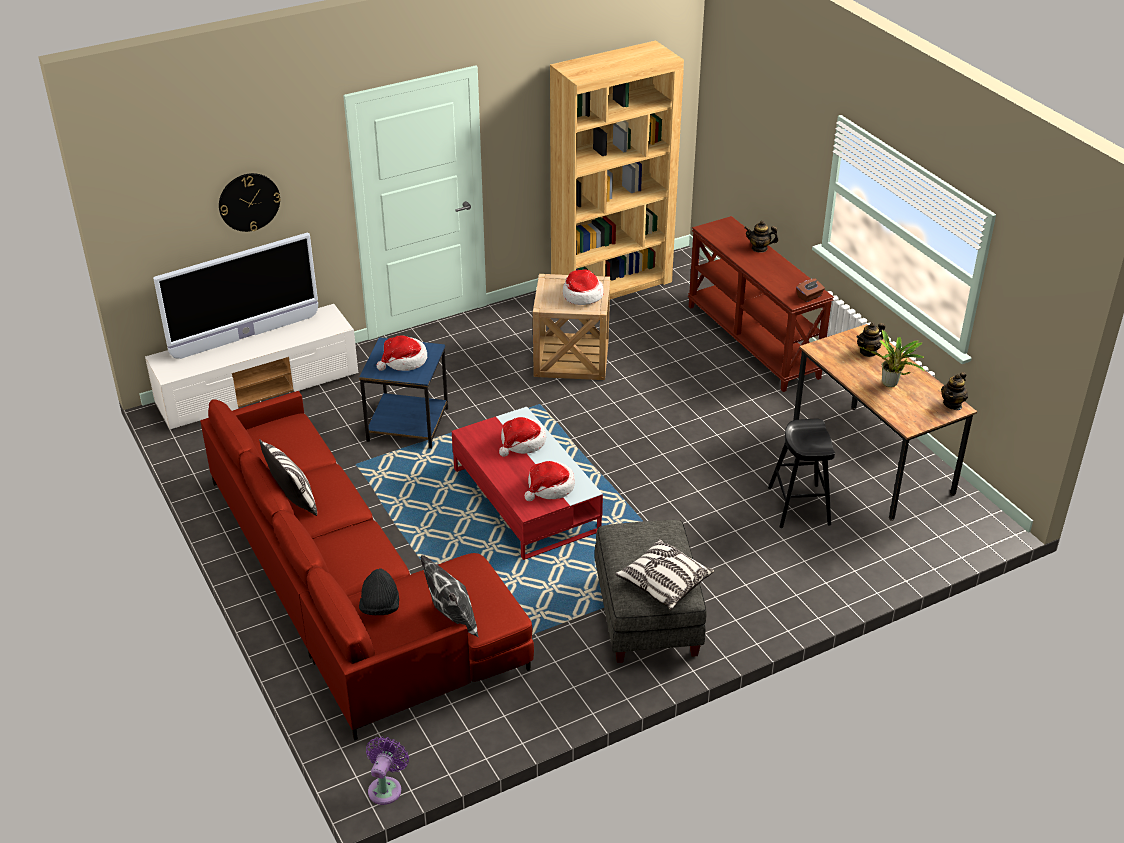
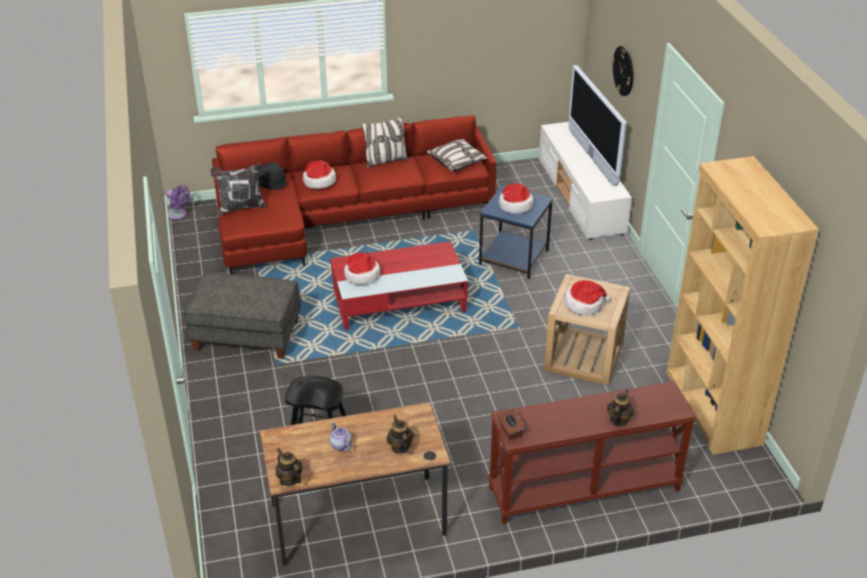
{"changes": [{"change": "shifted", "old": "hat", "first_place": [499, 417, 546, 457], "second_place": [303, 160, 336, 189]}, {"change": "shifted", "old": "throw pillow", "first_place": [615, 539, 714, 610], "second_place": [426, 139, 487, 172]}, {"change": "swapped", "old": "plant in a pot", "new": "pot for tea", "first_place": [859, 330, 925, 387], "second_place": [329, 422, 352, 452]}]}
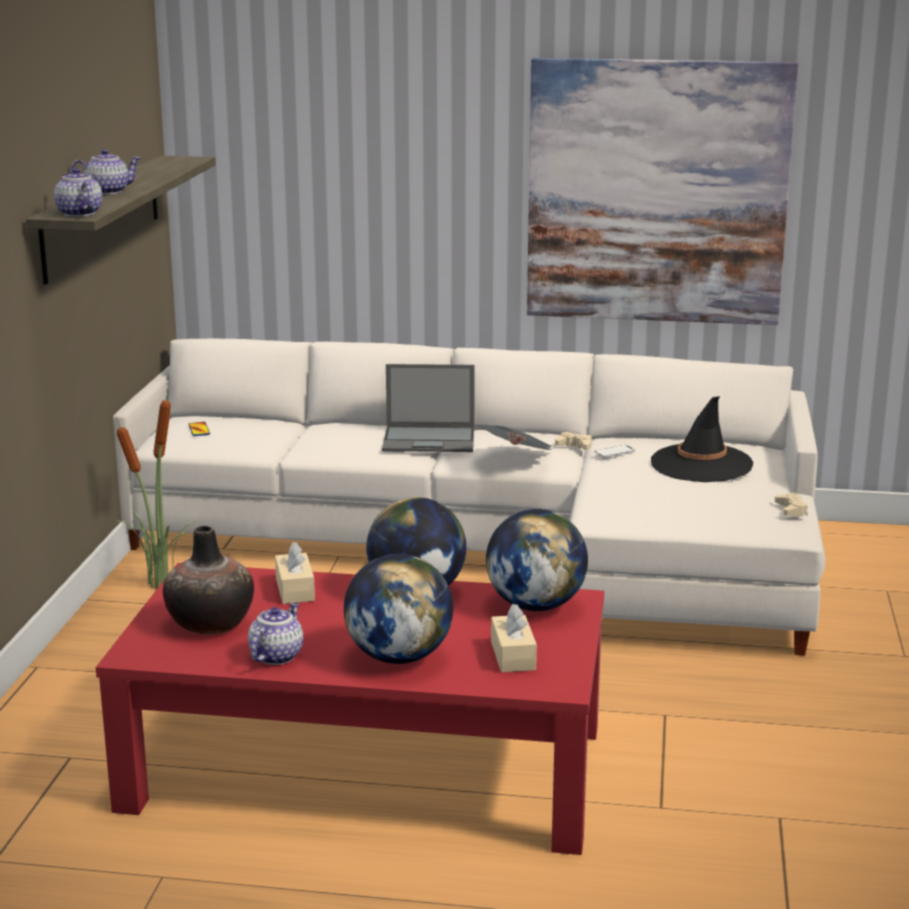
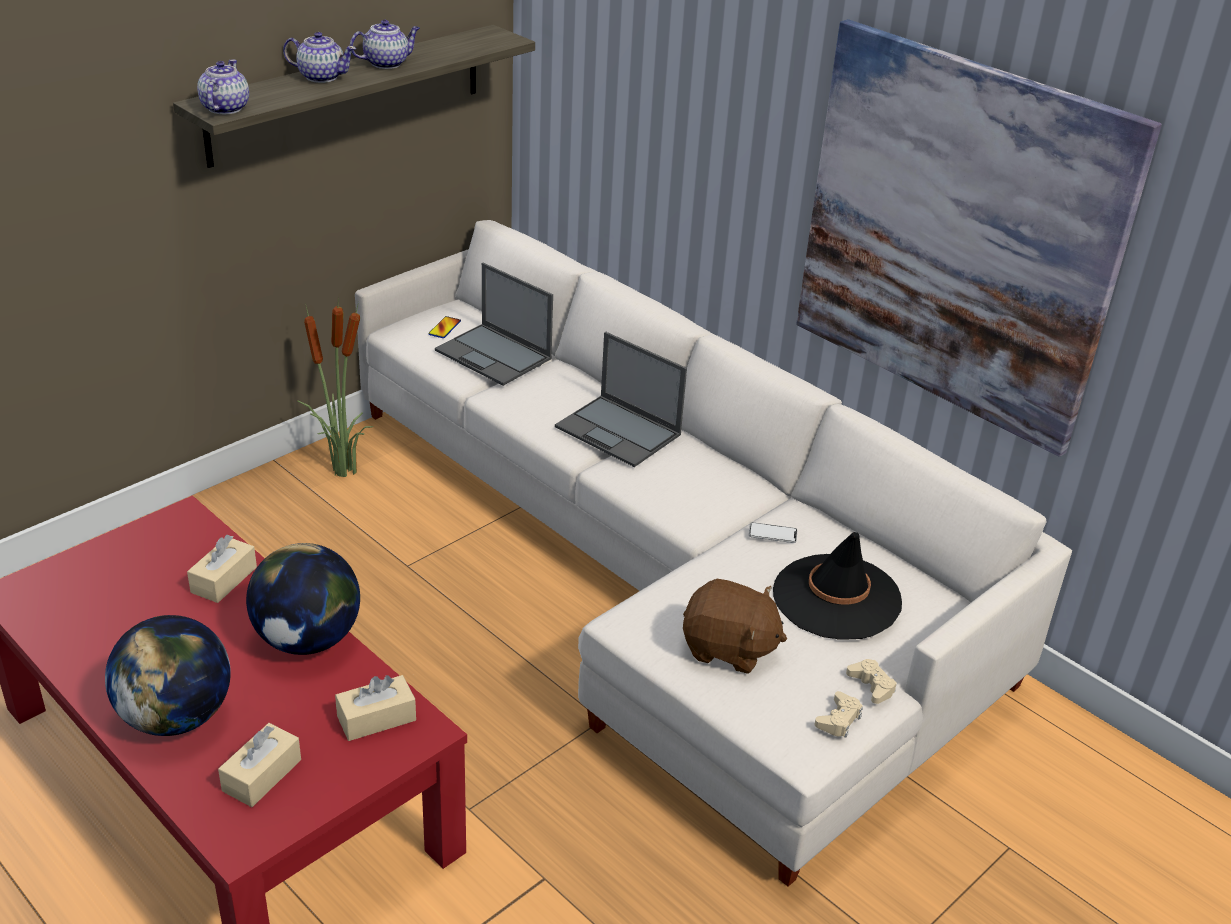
{"changes": [{"change": "gone", "old": "decorative vase", "first_place": [163, 526, 254, 635]}, {"change": "shifted", "old": "pot for tea", "first_place": [248, 602, 303, 665], "second_place": [350, 20, 420, 69]}, {"change": "gone", "old": "daily paper", "first_place": [475, 425, 553, 450]}, {"change": "swapped", "old": "globe", "new": "box of tissues (sand-coloured)", "first_place": [486, 509, 588, 611], "second_place": [335, 675, 416, 741]}, {"change": "shifted", "old": "joypad (sand-coloured)", "first_place": [555, 432, 592, 450], "second_place": [846, 659, 897, 704]}, {"change": "new", "new": "portable computer", "second_place": [435, 263, 553, 386]}, {"change": "new", "new": "plush toy (brown-coloured)", "second_place": [683, 579, 787, 674]}]}
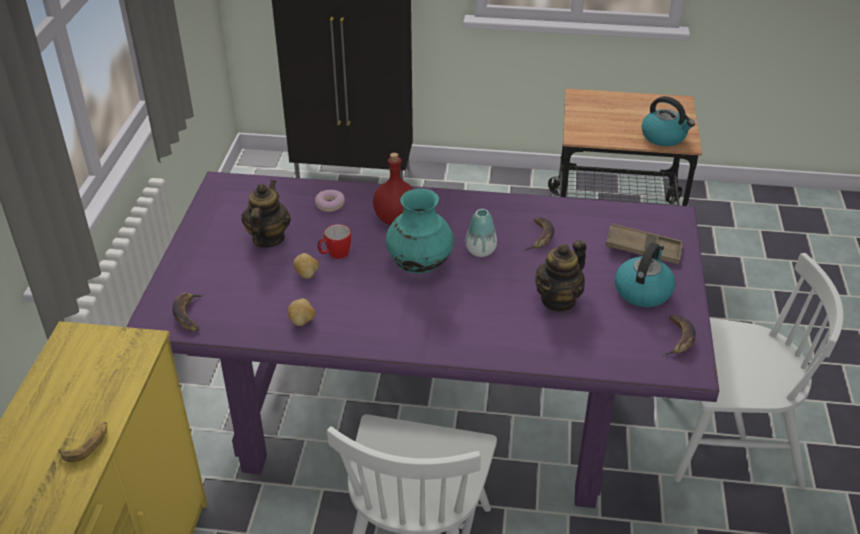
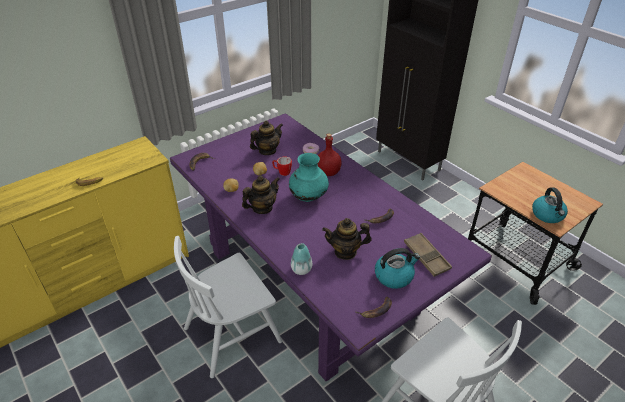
{"changes": [{"change": "shifted", "old": "decorative vase", "first_place": [466, 209, 497, 257], "second_place": [291, 243, 312, 275]}, {"change": "new", "new": "pot for tea", "second_place": [242, 175, 280, 214]}]}
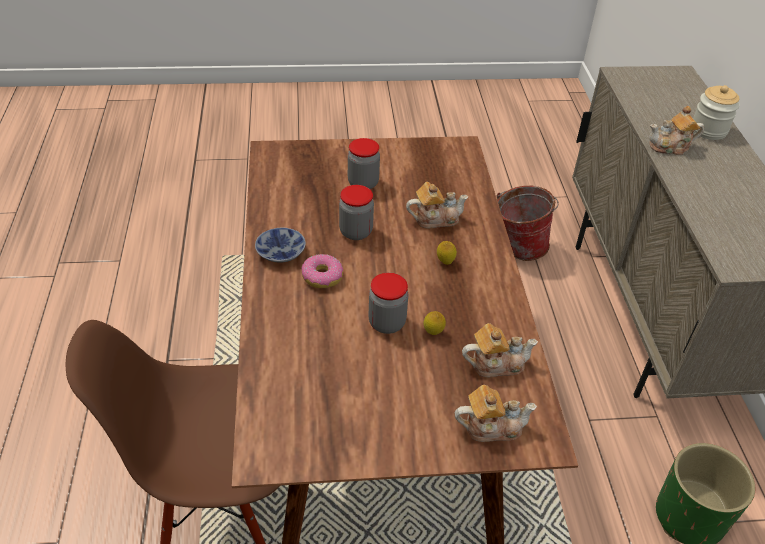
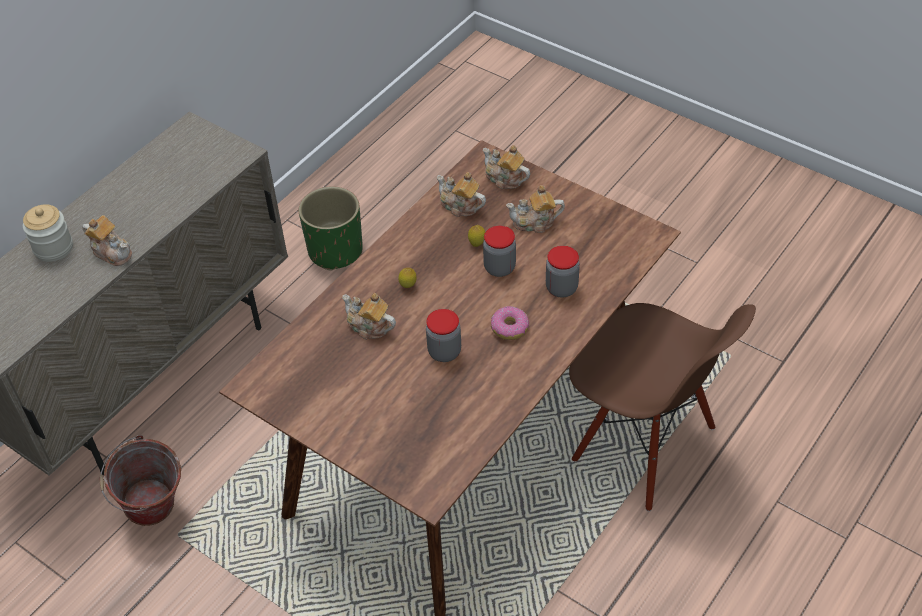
{"changes": [{"change": "gone", "old": "deep dish", "first_place": [255, 228, 306, 263]}, {"change": "shifted", "old": "preserve jar", "first_place": [348, 138, 380, 189], "second_place": [546, 246, 580, 298]}, {"change": "new", "new": "pot for tea", "second_place": [506, 185, 565, 233]}]}
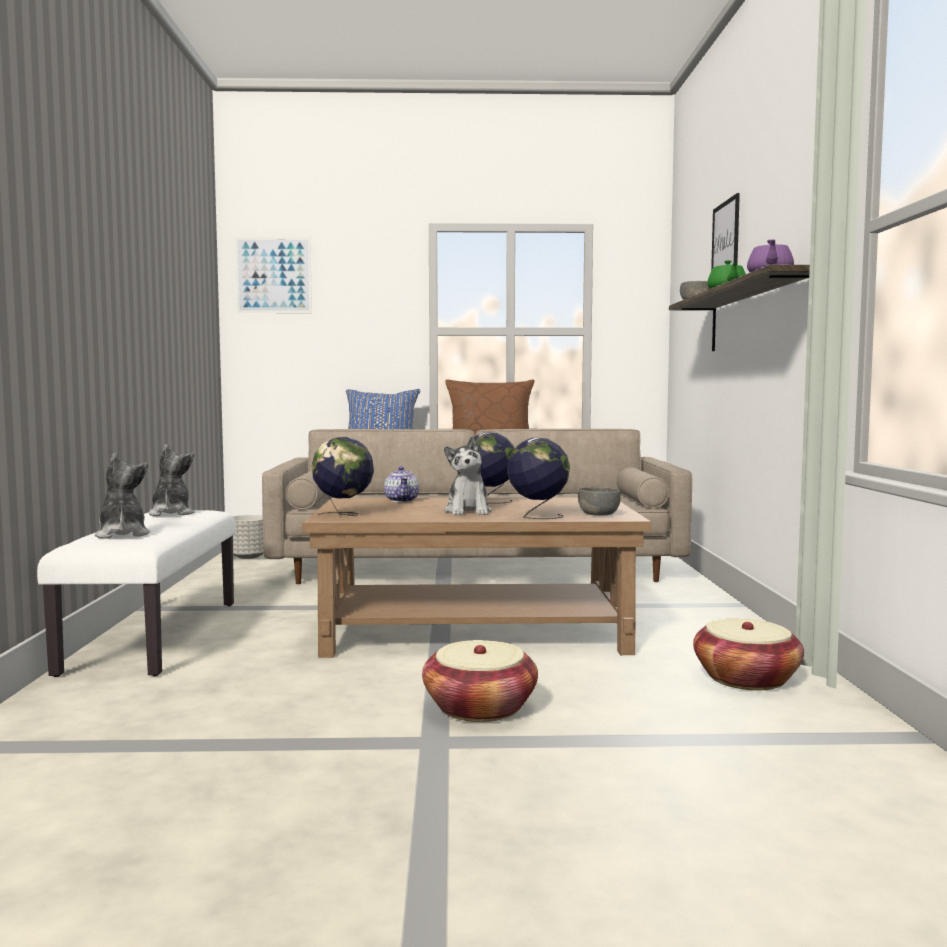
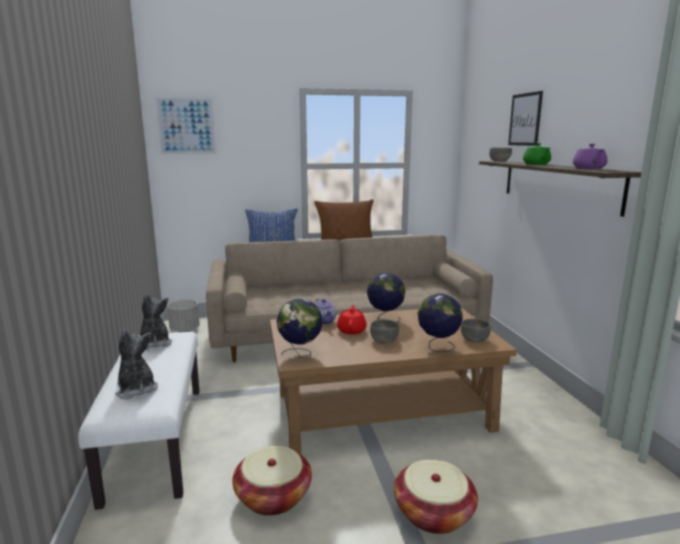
{"changes": [{"change": "swapped", "old": "plush toy", "new": "deep dish (grey)", "first_place": [444, 436, 492, 515], "second_place": [370, 319, 399, 343]}, {"change": "shifted", "old": "basket", "first_place": [693, 618, 804, 690], "second_place": [232, 446, 312, 516]}, {"change": "new", "new": "pot for tea (red)", "second_place": [337, 305, 367, 334]}]}
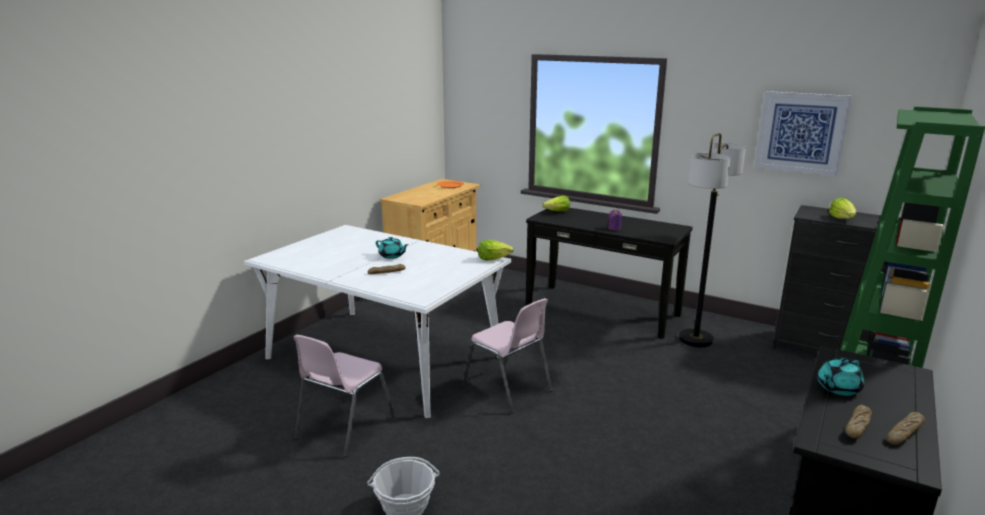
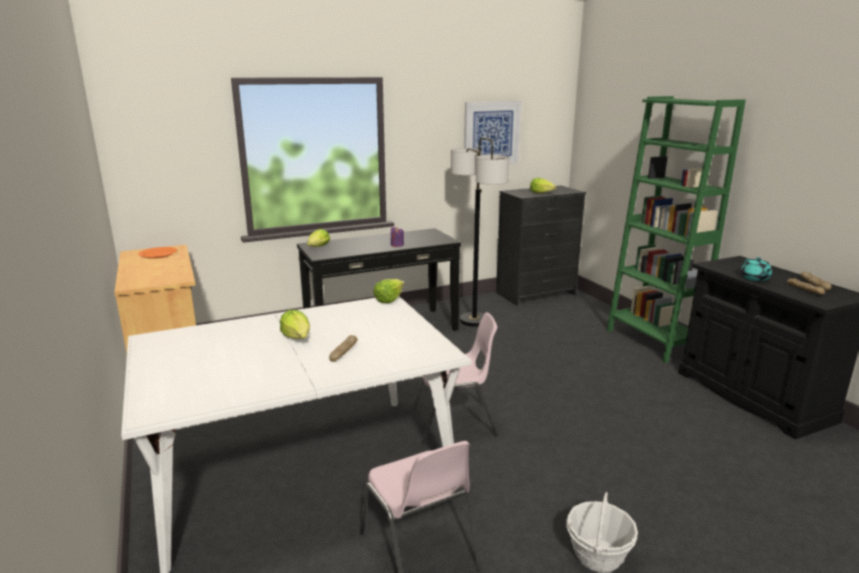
{"changes": [{"change": "swapped", "old": "pot for tea (turquoise-coloured)", "new": "lettuce head", "first_place": [376, 237, 408, 259], "second_place": [280, 310, 310, 339]}]}
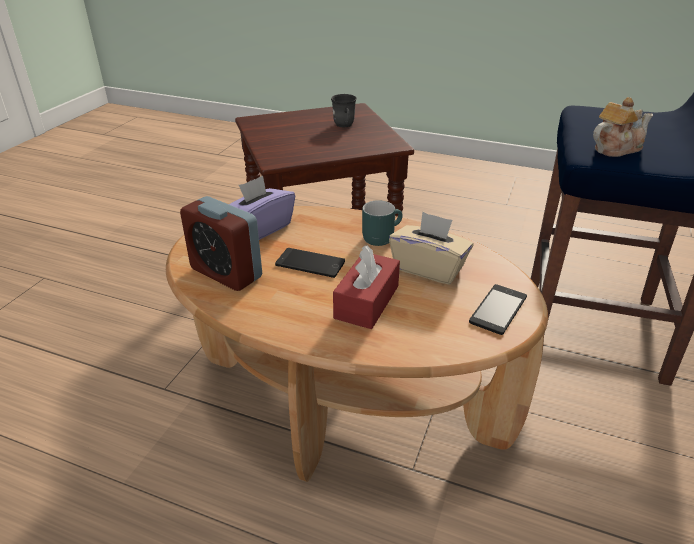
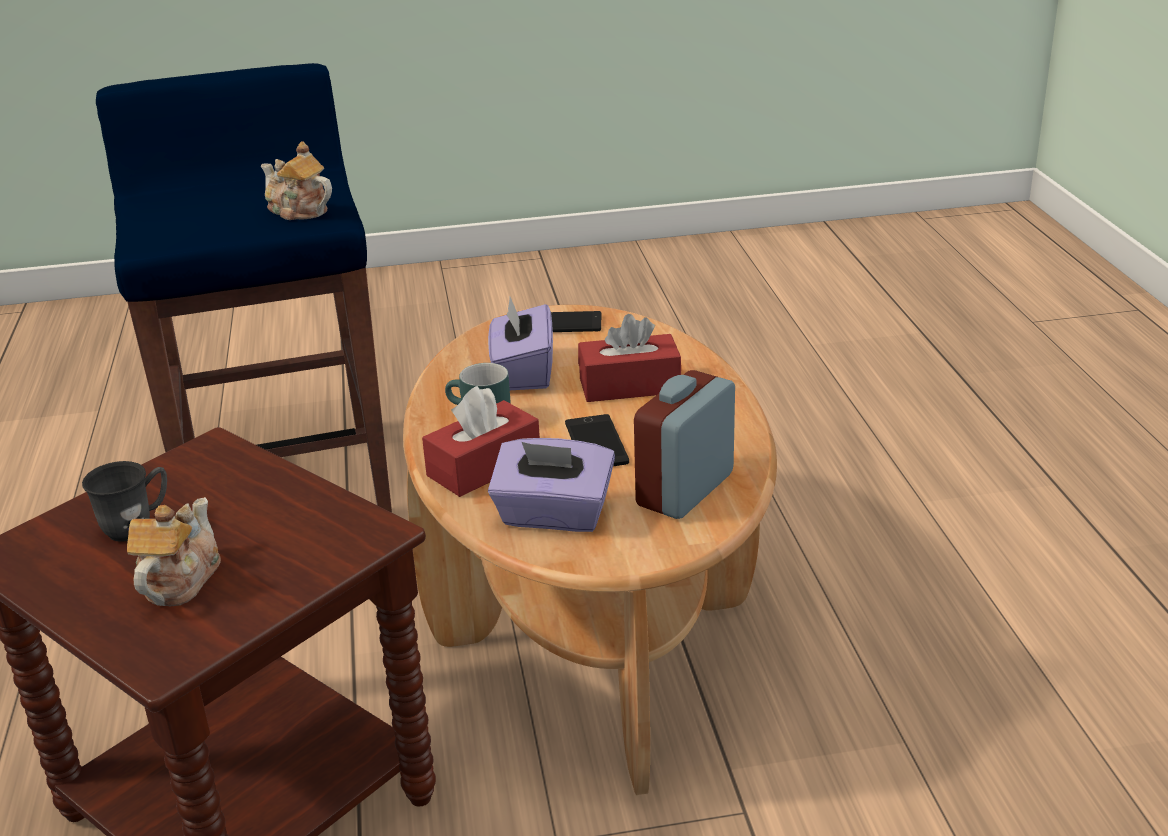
{"changes": [{"change": "rotated", "old": "alarm clock", "first_place": [180, 196, 262, 291], "second_place": [634, 370, 735, 519], "degrees": -150}, {"change": "repainted", "old": "box of tissues (sand-coloured)", "new": "box of tissues (purple)", "first_place": [389, 212, 473, 284], "second_place": [488, 297, 553, 390]}, {"change": "new", "new": "pot for tea", "second_place": [127, 497, 221, 606]}, {"change": "new", "new": "box of tissues (red)", "second_place": [422, 386, 540, 497]}]}
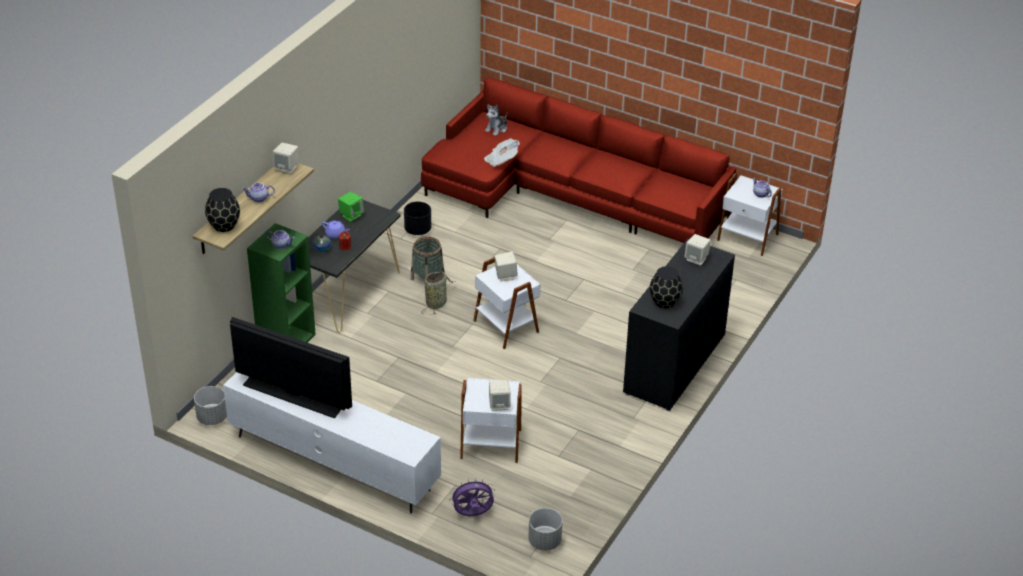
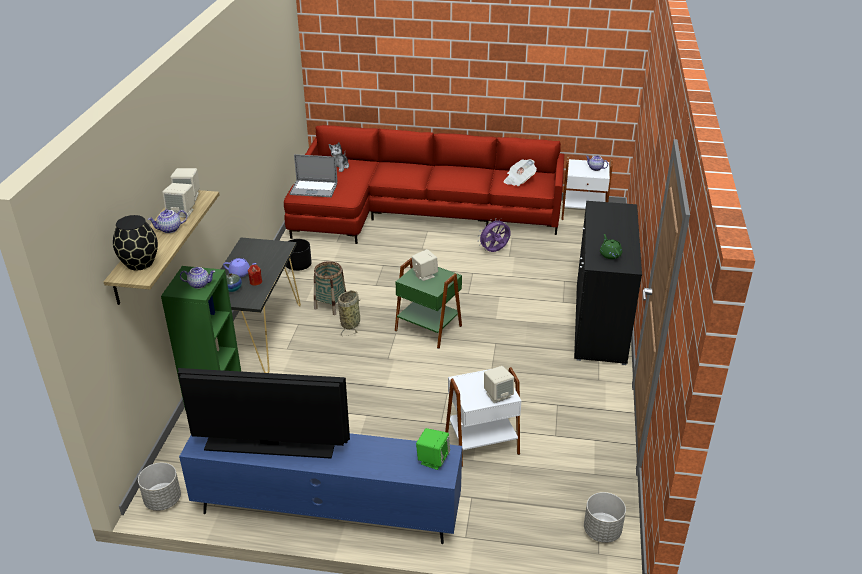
{"changes": [{"change": "repainted", "old": "media console (whitish)", "new": "media console (blue-coloured)", "first_place": [223, 372, 441, 513], "second_place": [179, 433, 462, 544]}, {"change": "shifted", "old": "audio speaker (green)", "first_place": [338, 192, 364, 222], "second_place": [416, 428, 450, 470]}, {"change": "shifted", "old": "electric fan (purple)", "first_place": [450, 478, 495, 516], "second_place": [478, 218, 511, 252]}, {"change": "repainted", "old": "accent table (whitish)", "new": "accent table (green)", "first_place": [473, 257, 540, 349], "second_place": [395, 258, 462, 349]}, {"change": "shifted", "old": "daily paper", "first_place": [484, 138, 520, 167], "second_place": [503, 159, 537, 186]}, {"change": "swapped", "old": "decorative vase (blackish)", "new": "pot for tea (green)", "first_place": [650, 266, 683, 309], "second_place": [600, 234, 622, 259]}, {"change": "shifted", "old": "audio speaker (sand-coloured)", "first_place": [684, 234, 711, 266], "second_place": [162, 183, 195, 218]}, {"change": "new", "new": "portable computer", "second_place": [290, 154, 337, 197]}]}
